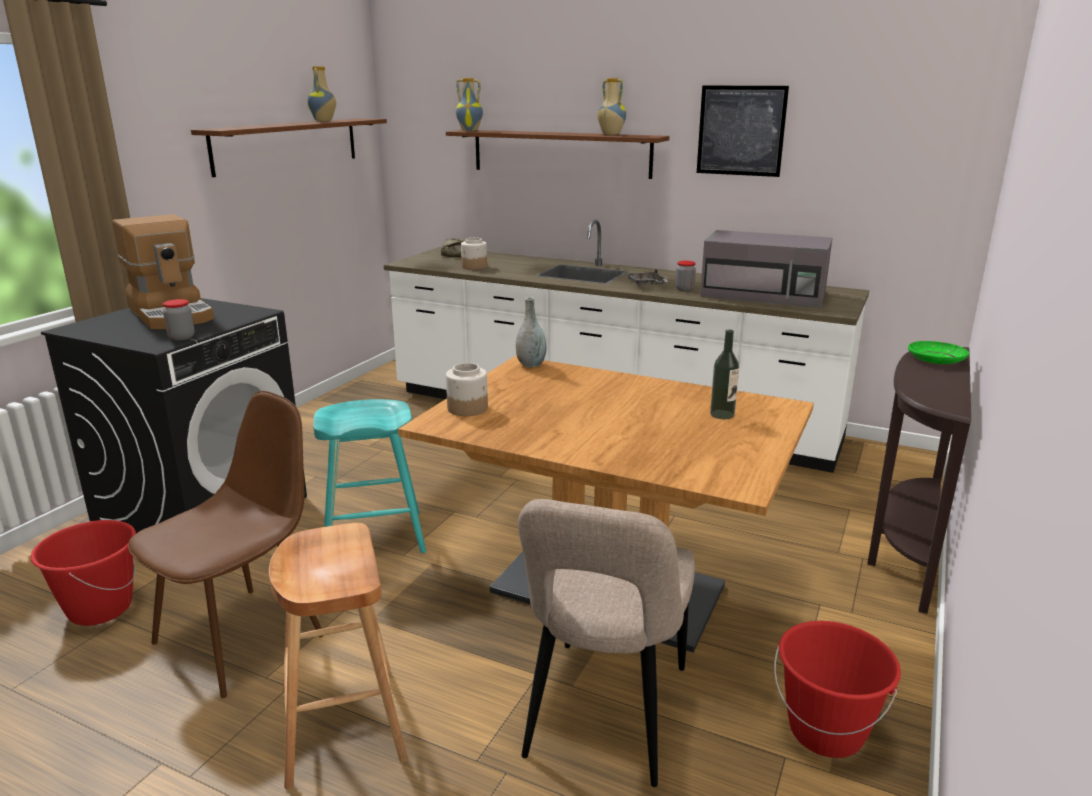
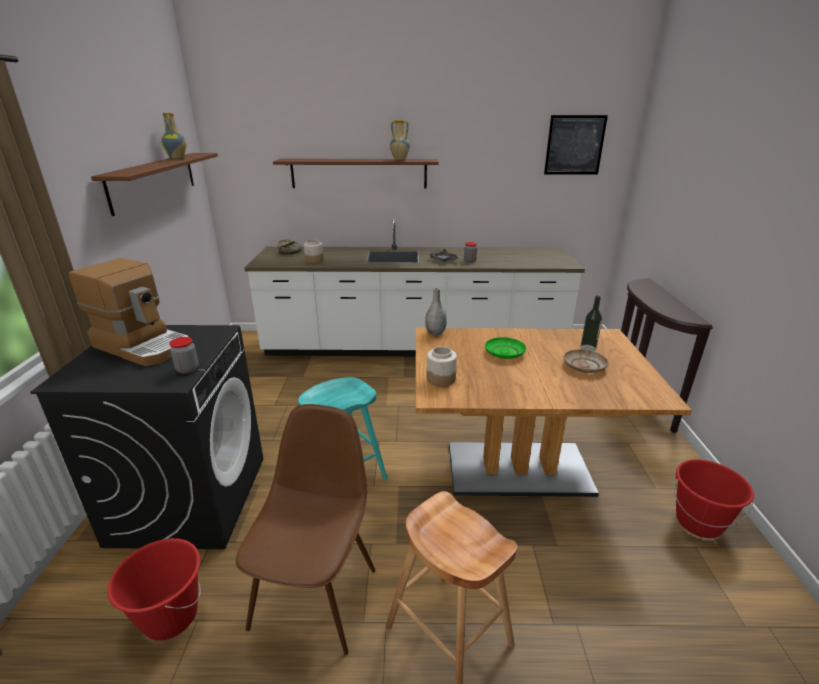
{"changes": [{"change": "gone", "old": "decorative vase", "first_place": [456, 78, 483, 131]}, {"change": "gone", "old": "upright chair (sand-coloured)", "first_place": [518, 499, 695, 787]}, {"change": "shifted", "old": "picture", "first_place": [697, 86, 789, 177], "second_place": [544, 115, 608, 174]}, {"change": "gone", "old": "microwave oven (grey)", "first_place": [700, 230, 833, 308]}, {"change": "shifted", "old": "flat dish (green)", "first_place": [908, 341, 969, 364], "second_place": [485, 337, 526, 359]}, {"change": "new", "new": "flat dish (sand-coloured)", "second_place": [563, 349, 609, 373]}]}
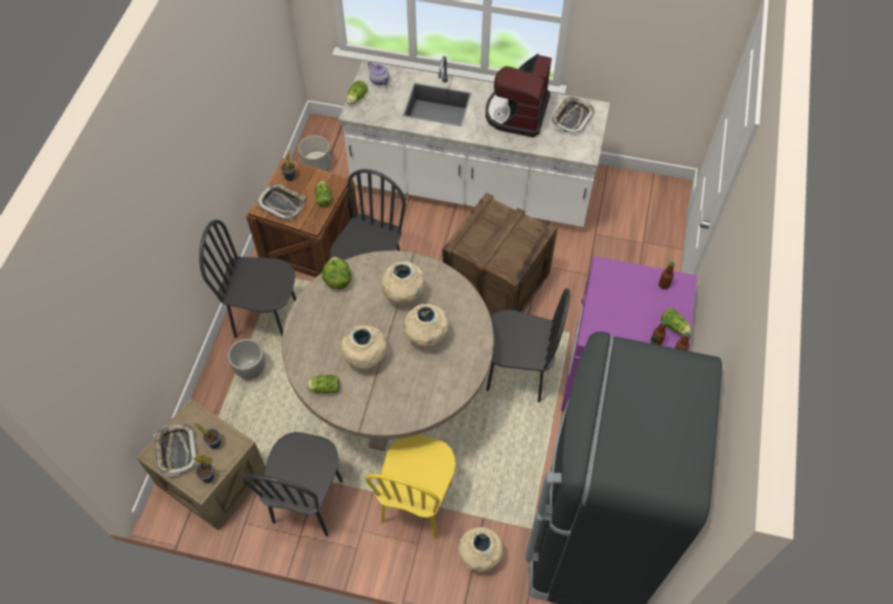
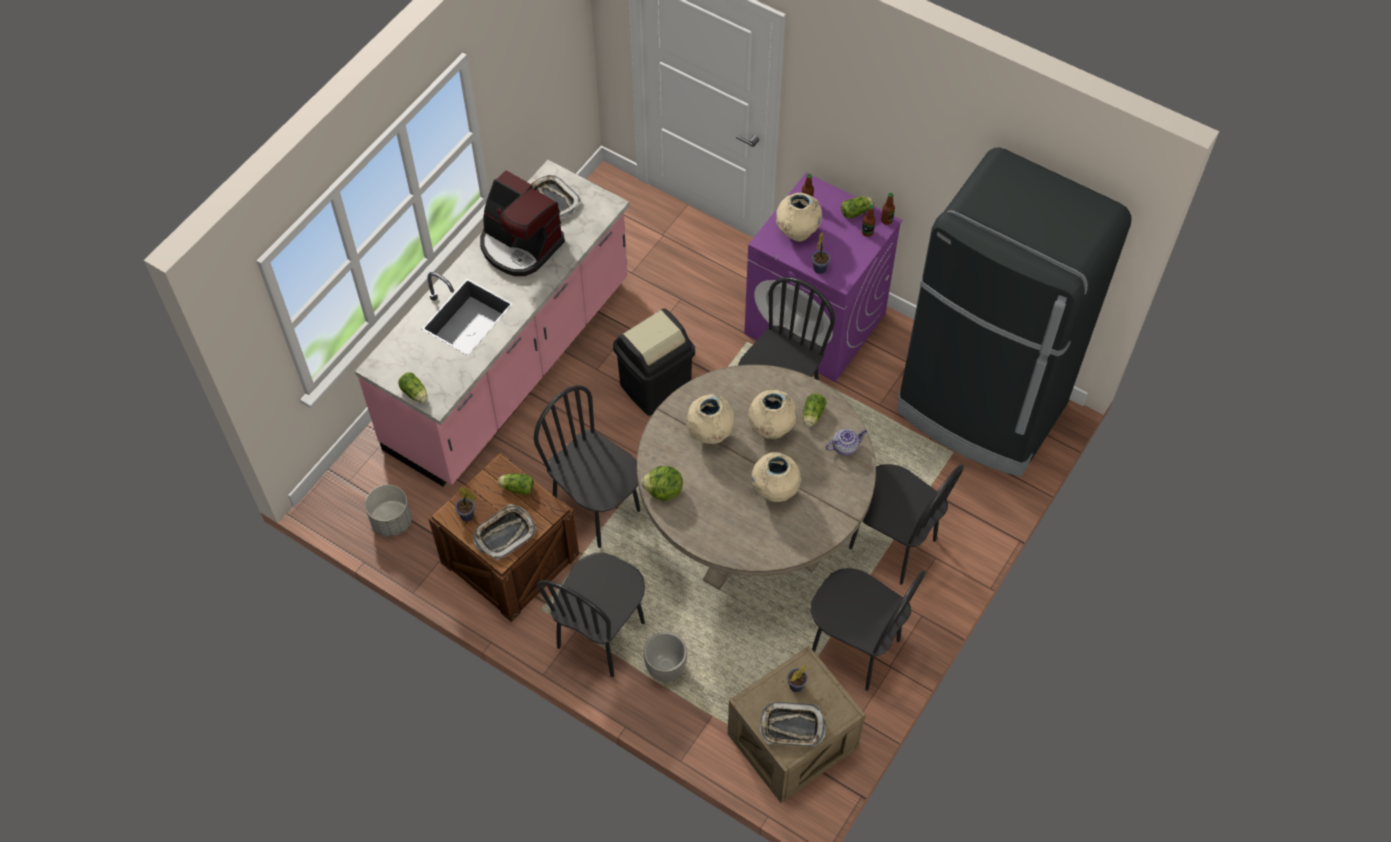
{"changes": [{"change": "shifted", "old": "plant in a pot", "first_place": [193, 455, 214, 483], "second_place": [812, 233, 830, 274]}, {"change": "shifted", "old": "lettuce head", "first_place": [306, 375, 340, 394], "second_place": [803, 393, 826, 427]}, {"change": "repainted", "old": "counter (whitish)", "new": "counter (pink)", "first_place": [339, 56, 610, 227], "second_place": [355, 160, 629, 486]}, {"change": "repainted", "old": "upright chair (yellow-coloured)", "new": "upright chair (blackish)", "first_place": [365, 434, 456, 539], "second_place": [849, 464, 964, 585]}, {"change": "shifted", "old": "pot for tea", "first_place": [368, 62, 390, 85], "second_place": [826, 429, 867, 456]}, {"change": "swapped", "old": "crate", "new": "waste bin (blackish)", "first_place": [442, 192, 558, 316], "second_place": [613, 308, 695, 416]}, {"change": "shifted", "old": "decorative vase (sand-coloured)", "first_place": [458, 527, 503, 572], "second_place": [776, 193, 822, 241]}]}
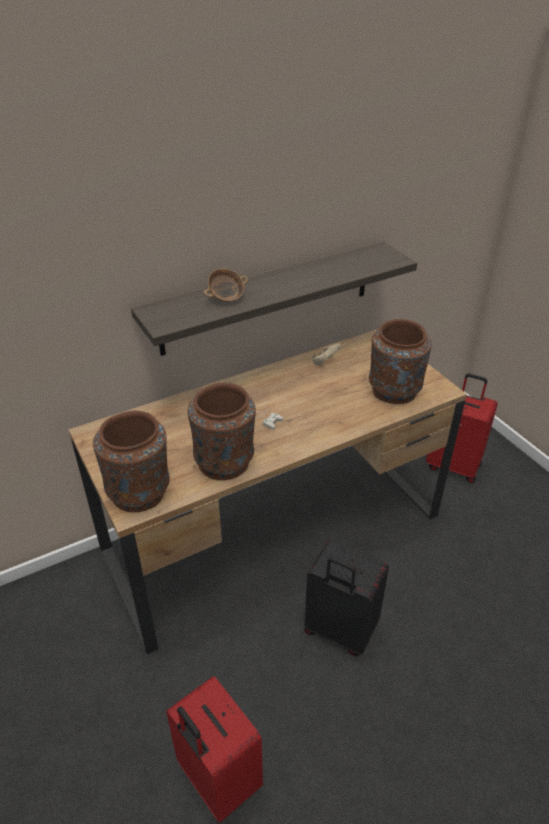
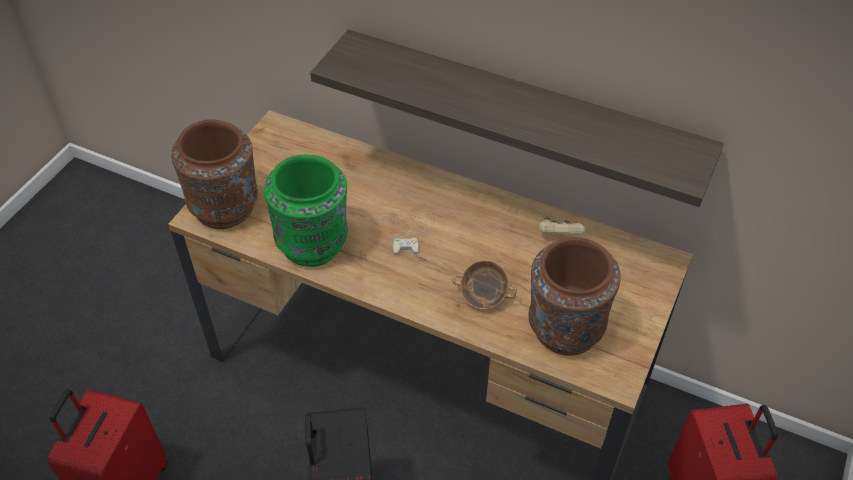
{"changes": [{"change": "repainted", "old": "decorative vase (brown-coloured)", "new": "decorative vase (green)", "first_place": [187, 383, 256, 480], "second_place": [264, 155, 348, 267]}, {"change": "shifted", "old": "deep dish", "first_place": [203, 268, 248, 302], "second_place": [452, 260, 517, 309]}]}
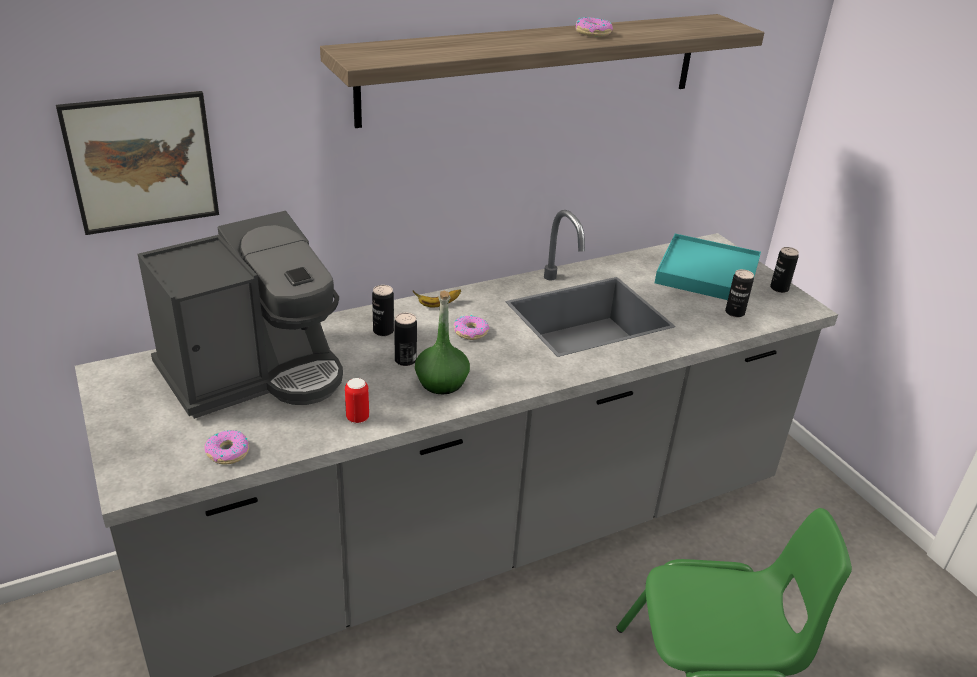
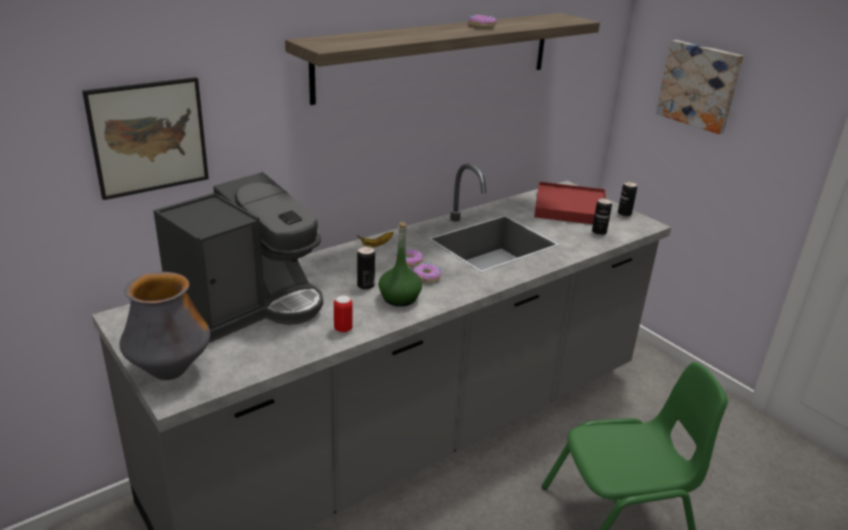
{"changes": [{"change": "shifted", "old": "donut", "first_place": [204, 430, 249, 464], "second_place": [413, 263, 442, 283]}, {"change": "gone", "old": "metal can", "first_place": [372, 285, 394, 336]}, {"change": "repainted", "old": "carrying tray (turquoise-coloured)", "new": "carrying tray (red)", "first_place": [655, 234, 761, 300], "second_place": [534, 182, 606, 224]}, {"change": "new", "new": "decorative vase", "second_place": [120, 272, 210, 380]}, {"change": "new", "new": "picture", "second_place": [656, 40, 743, 134]}]}
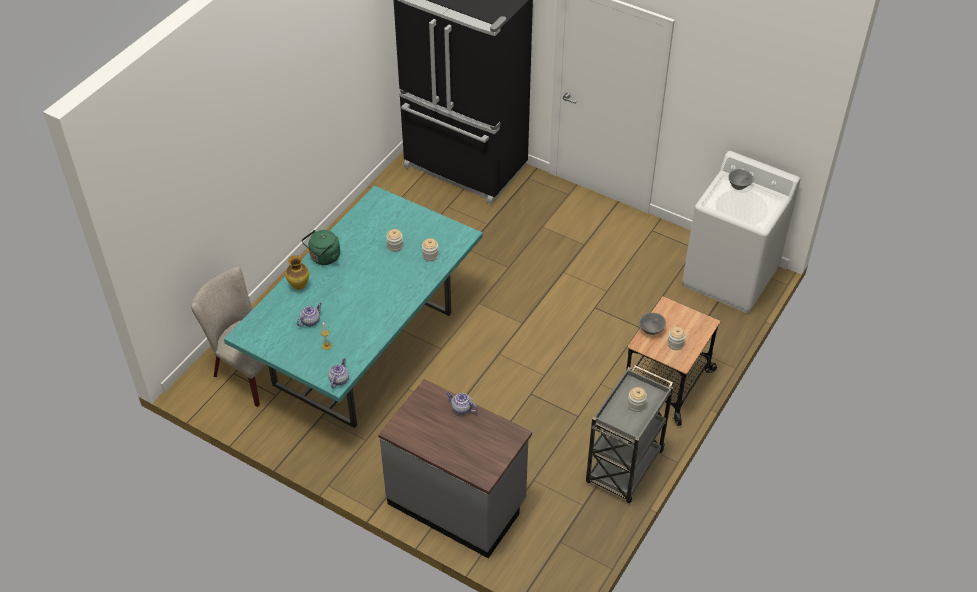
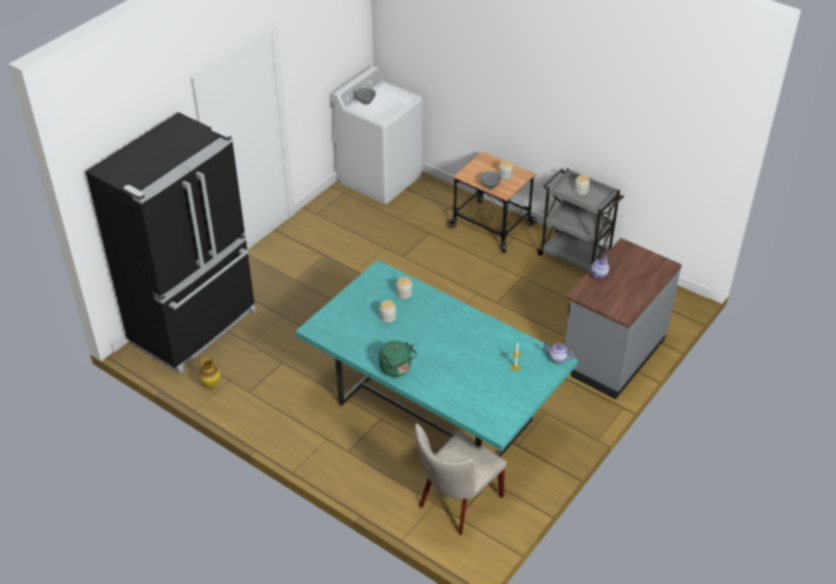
{"changes": [{"change": "shifted", "old": "decorative vase", "first_place": [285, 255, 309, 290], "second_place": [199, 357, 220, 389]}, {"change": "gone", "old": "pot for tea", "first_place": [297, 303, 322, 327]}]}
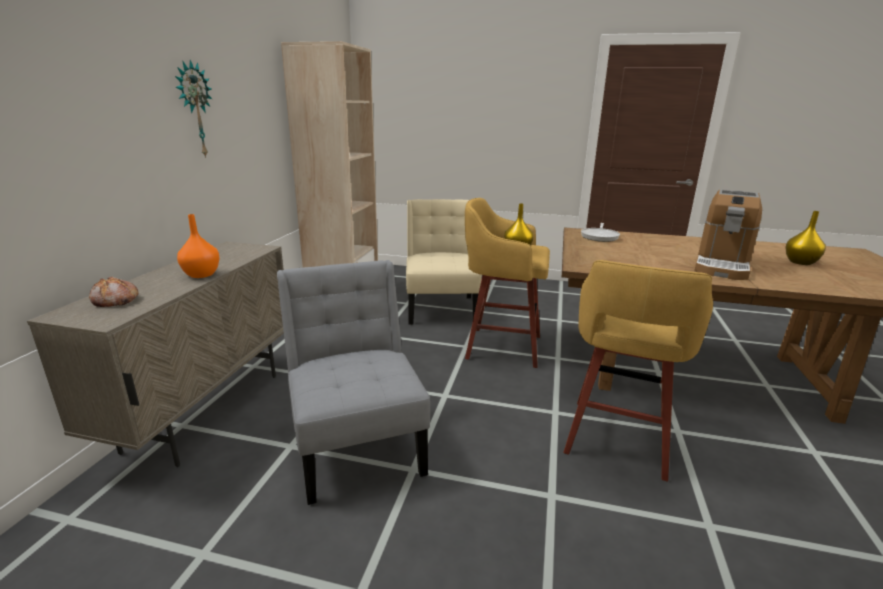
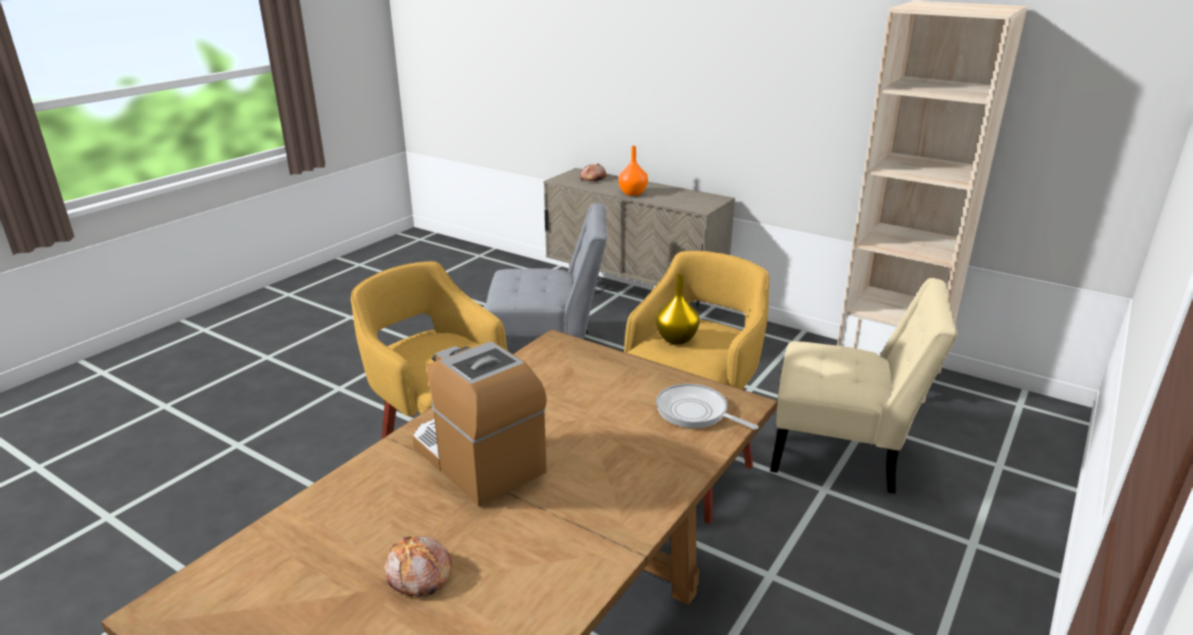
{"changes": [{"change": "gone", "old": "wall clock", "first_place": [175, 60, 212, 158]}, {"change": "swapped", "old": "decorative vase (yellow-coloured)", "new": "bakery bread", "first_place": [785, 211, 826, 265], "second_place": [384, 536, 452, 597]}]}
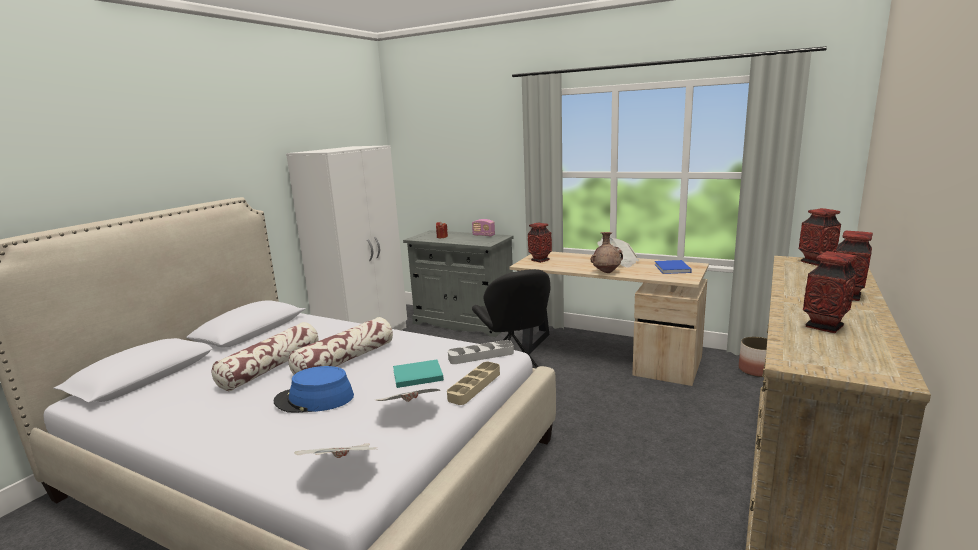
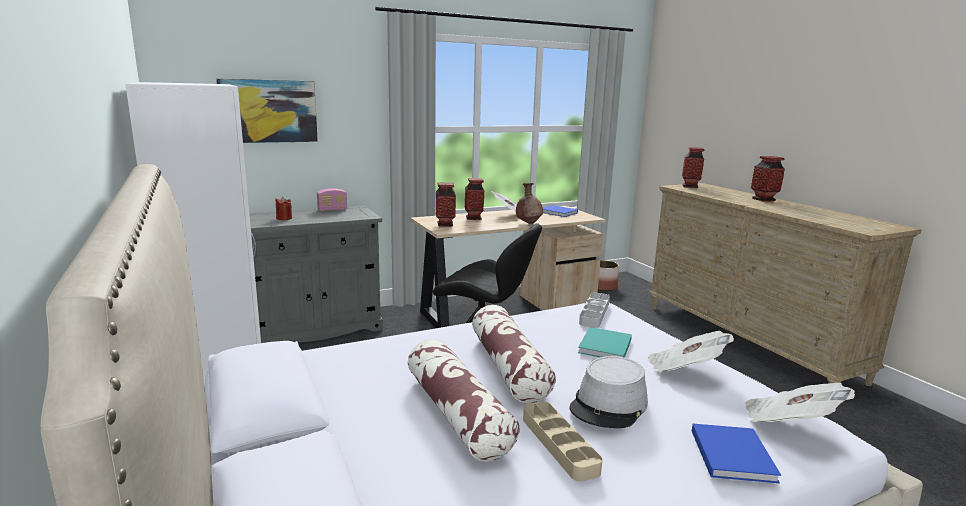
{"changes": [{"change": "repainted", "old": "hat (blue-coloured)", "new": "hat (grey)", "first_place": [274, 366, 354, 413], "second_place": [569, 356, 648, 428]}, {"change": "shifted", "old": "carrying tray (sand-coloured)", "first_place": [447, 362, 500, 405], "second_place": [523, 401, 603, 482]}, {"change": "shifted", "old": "decorative vase", "first_place": [803, 251, 857, 333], "second_place": [465, 178, 484, 220]}, {"change": "new", "new": "picture", "second_place": [216, 79, 318, 143]}, {"change": "new", "new": "bound book (blue-coloured)", "second_place": [692, 424, 781, 483]}]}
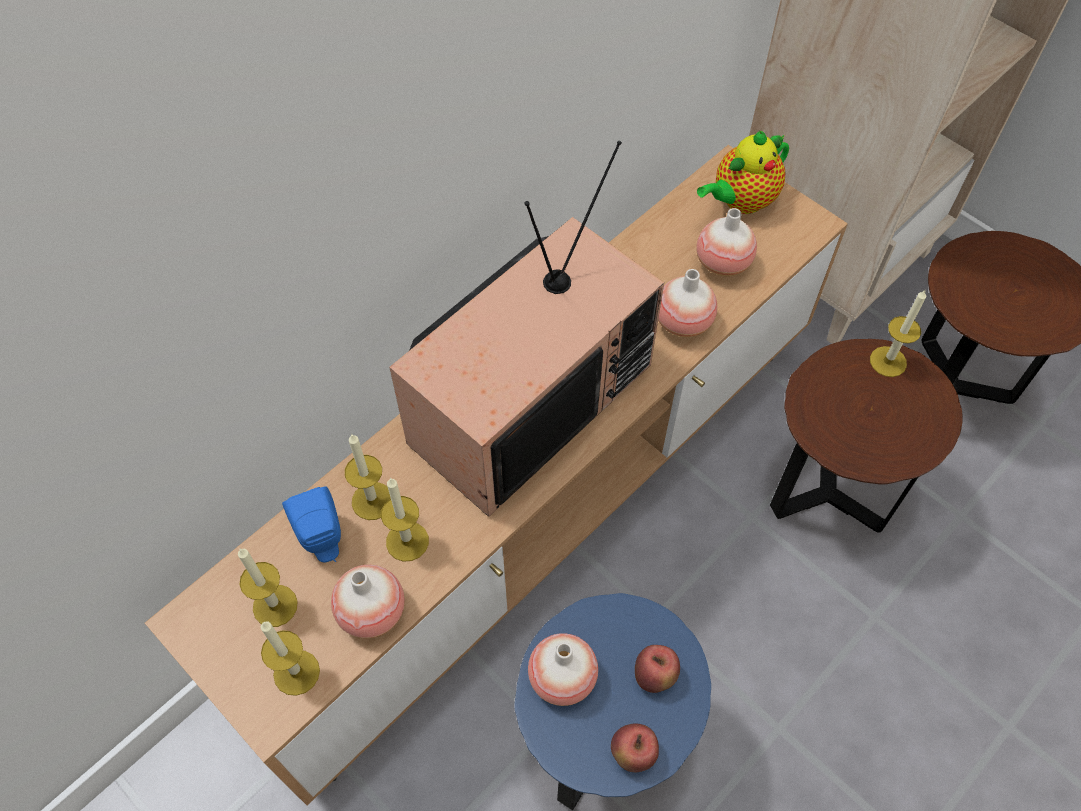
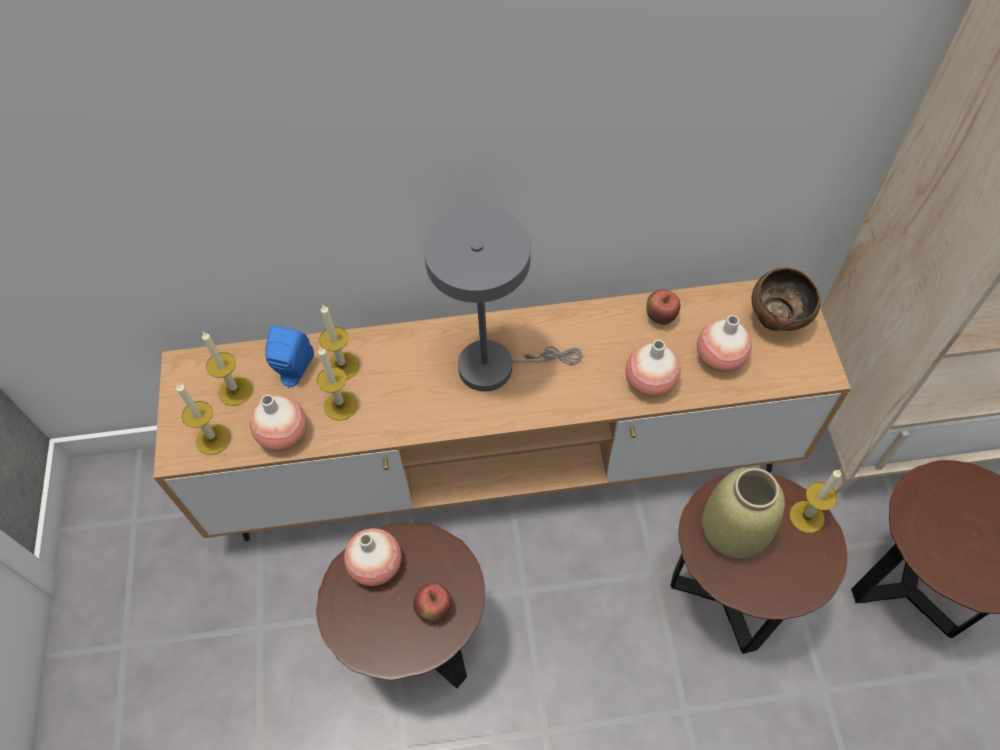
{"changes": [{"change": "swapped", "old": "TV set", "new": "lamp for a table (grey)", "first_place": [389, 141, 664, 517], "second_place": [424, 206, 583, 392]}, {"change": "repainted", "old": "accent table (blue-coloured)", "new": "accent table (brown-coloured)", "first_place": [514, 593, 711, 810], "second_place": [316, 523, 485, 688]}, {"change": "shifted", "old": "whole apple", "first_place": [611, 723, 659, 772], "second_place": [647, 290, 680, 325]}, {"change": "swapped", "old": "pot for tea", "new": "deep dish (brown-coloured)", "first_place": [697, 131, 789, 214], "second_place": [752, 268, 821, 331]}, {"change": "new", "new": "decorative vase (sand-coloured)", "second_place": [702, 468, 785, 559]}]}
